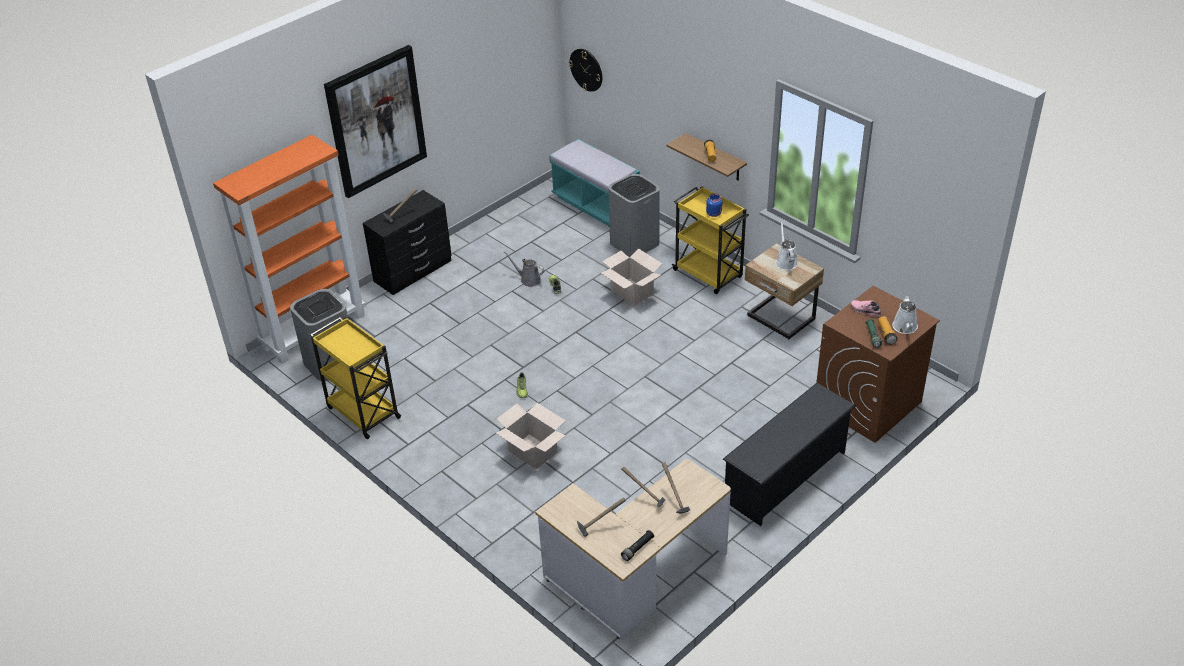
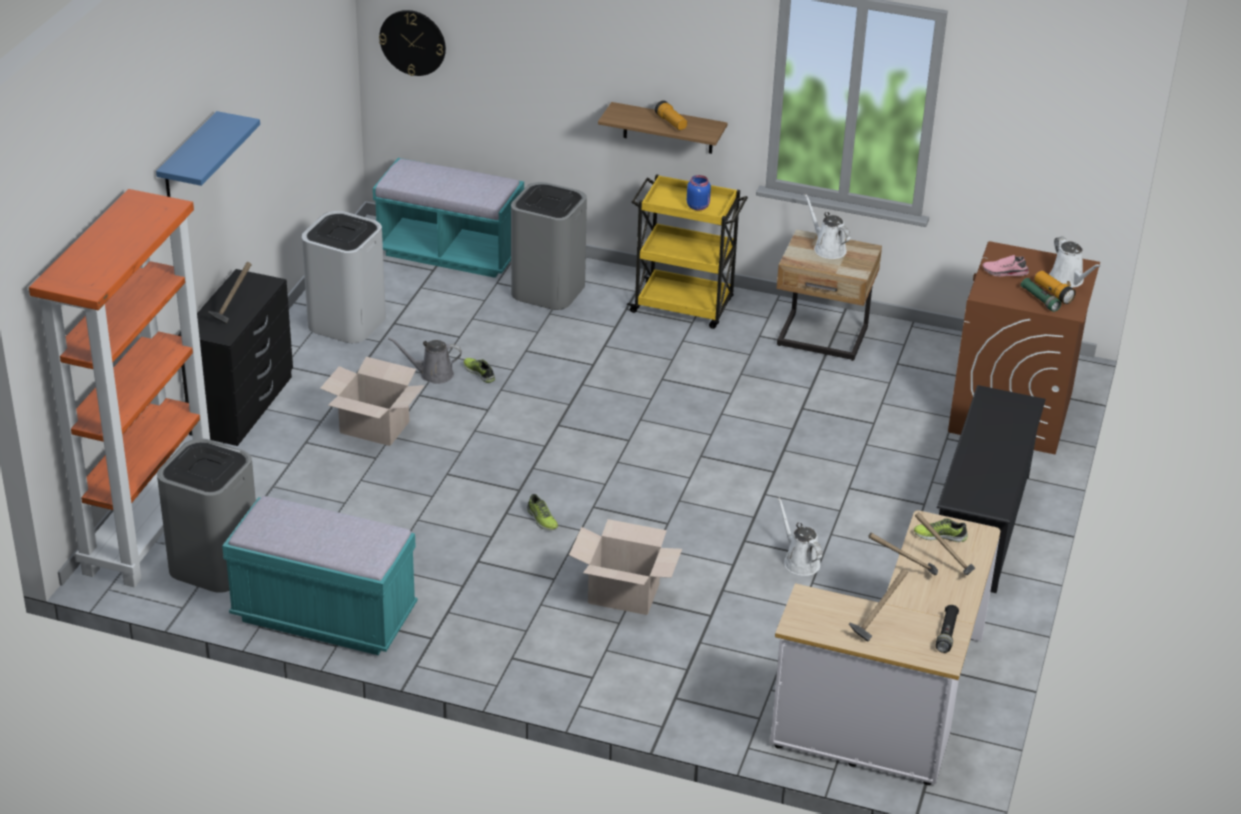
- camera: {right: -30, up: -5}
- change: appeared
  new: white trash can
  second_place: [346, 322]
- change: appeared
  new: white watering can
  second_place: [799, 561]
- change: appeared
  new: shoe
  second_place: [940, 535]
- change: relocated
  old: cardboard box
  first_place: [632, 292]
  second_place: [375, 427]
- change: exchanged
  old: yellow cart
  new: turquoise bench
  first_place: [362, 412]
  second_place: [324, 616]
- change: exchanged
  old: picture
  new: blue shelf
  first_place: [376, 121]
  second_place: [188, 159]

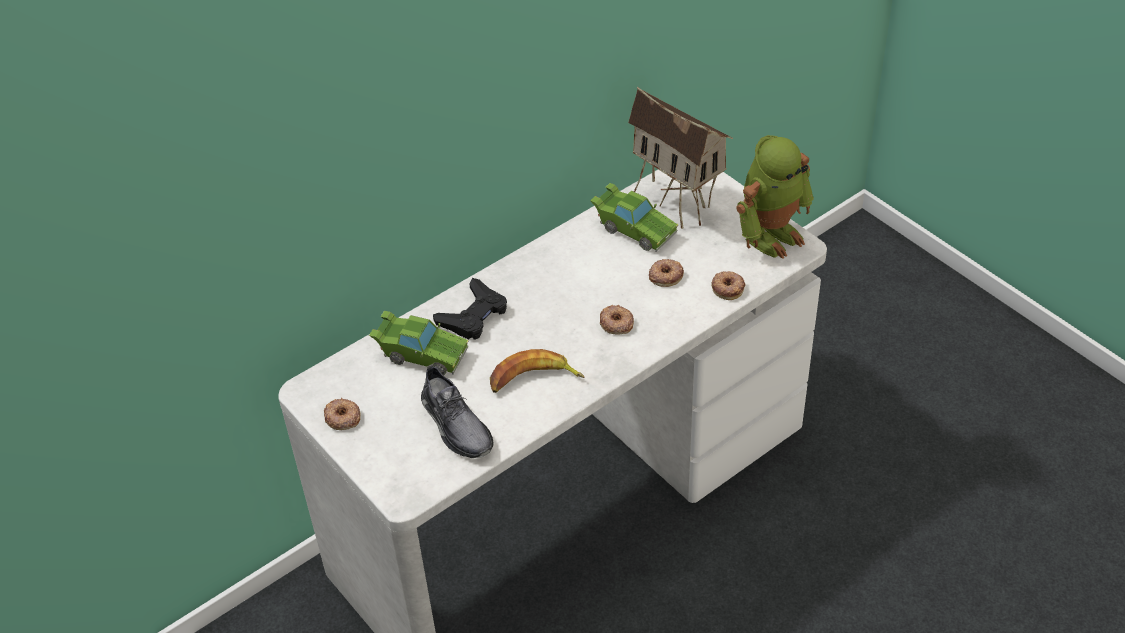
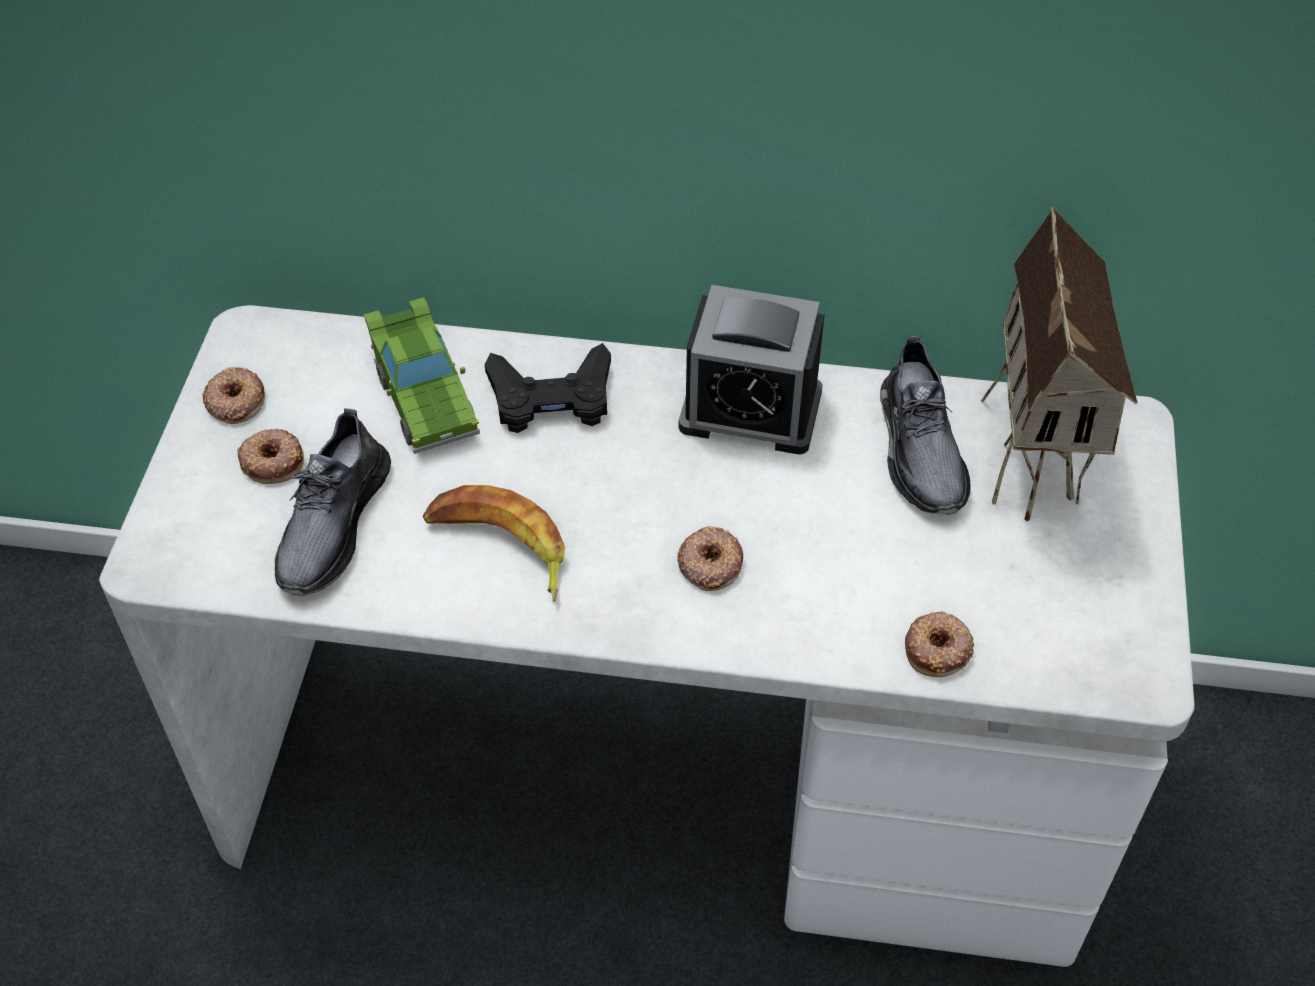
- camera: {right: 45, up: 5}
- change: missing
  old: toy robot
  first_place: [771, 235]
- change: appeared
  new: alarm clock
  second_place: [750, 410]
- change: relocated
  old: donut
  first_place: [665, 275]
  second_place: [272, 460]
- change: exchanged
  old: green toy car
  new: grey shoe
  first_place: [633, 229]
  second_place: [920, 449]

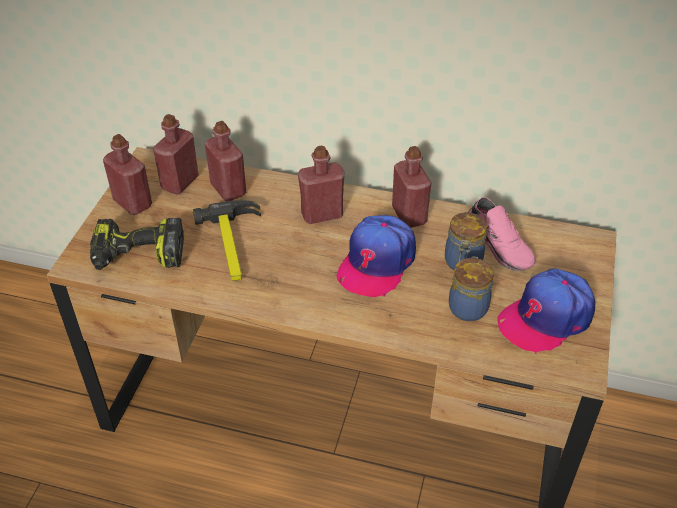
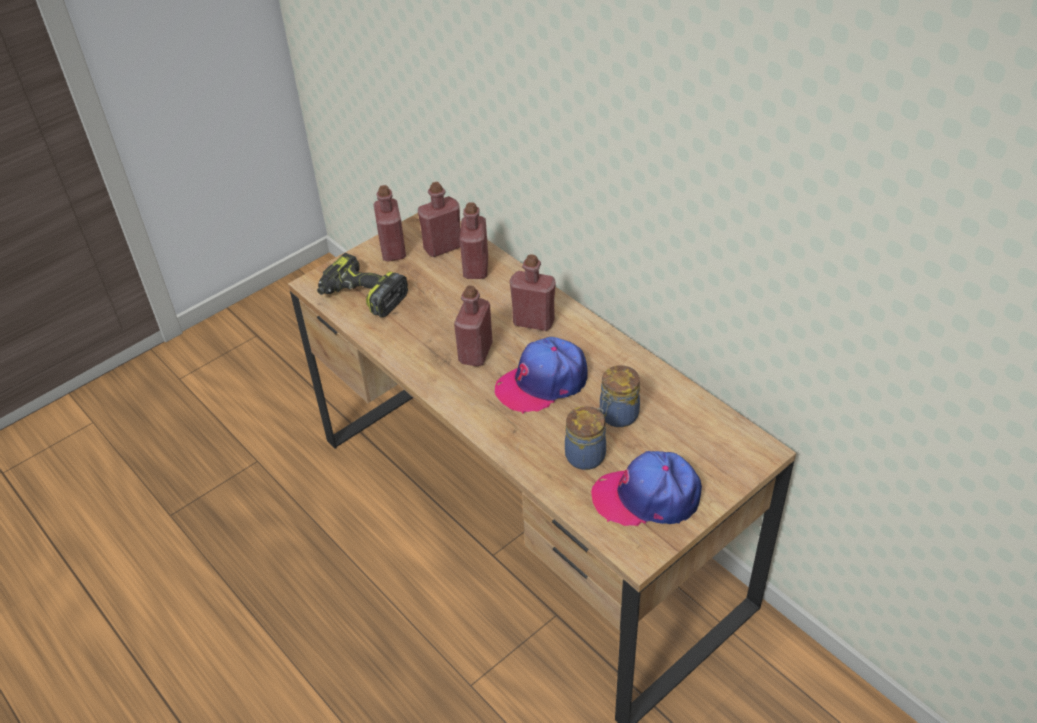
- camera: {right: 35, up: 0}
- change: missing
  old: hammer
  first_place: [234, 245]
- change: missing
  old: pink shoe
  first_place: [500, 245]
- change: relocated
  old: red bottle
  first_place: [409, 215]
  second_place: [475, 353]

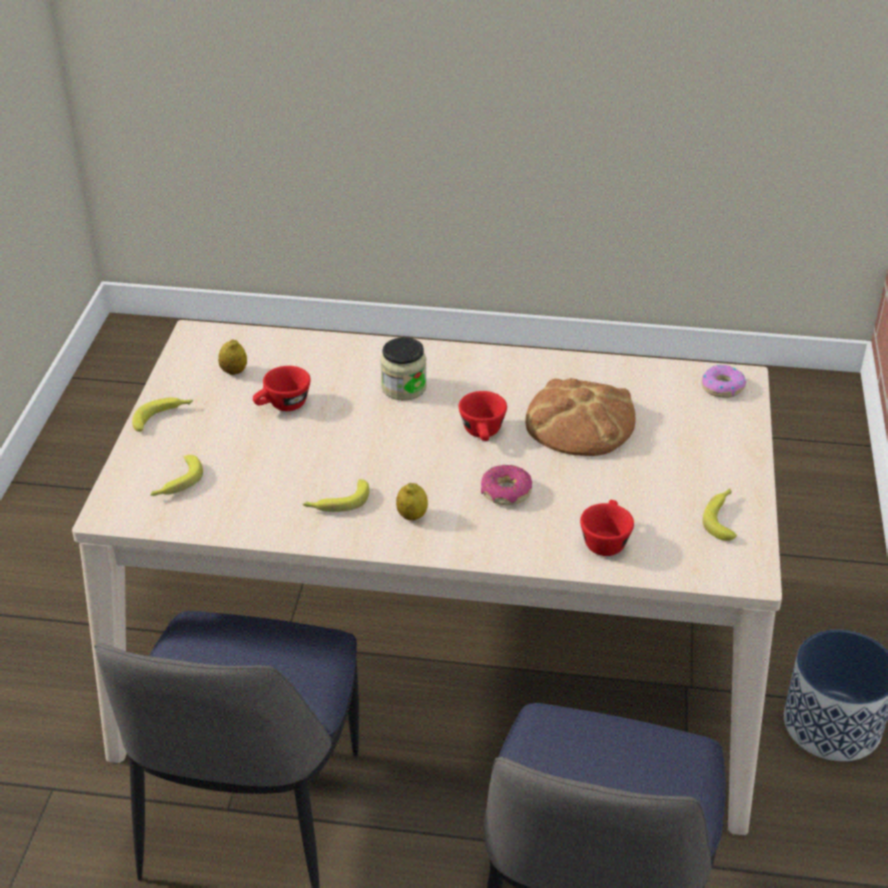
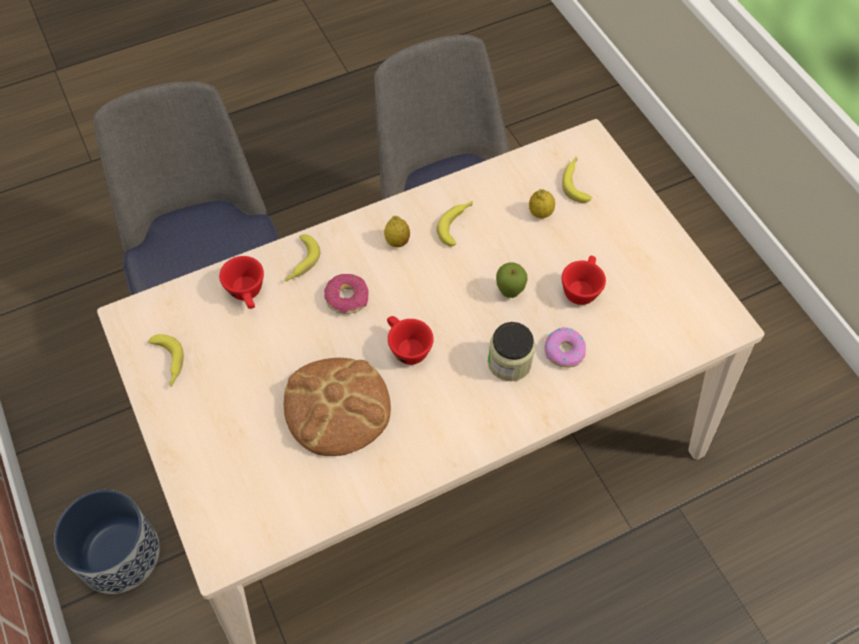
- camera: {right: 145, up: 20}
- change: appeared
  new: apple
  second_place: [509, 293]
- change: relocated
  old: banana
  first_place: [163, 417]
  second_place: [300, 263]
- change: relocated
  old: lemon
  first_place: [234, 372]
  second_place: [540, 213]
- change: relocated
  old: donut
  first_place: [722, 387]
  second_place: [564, 351]

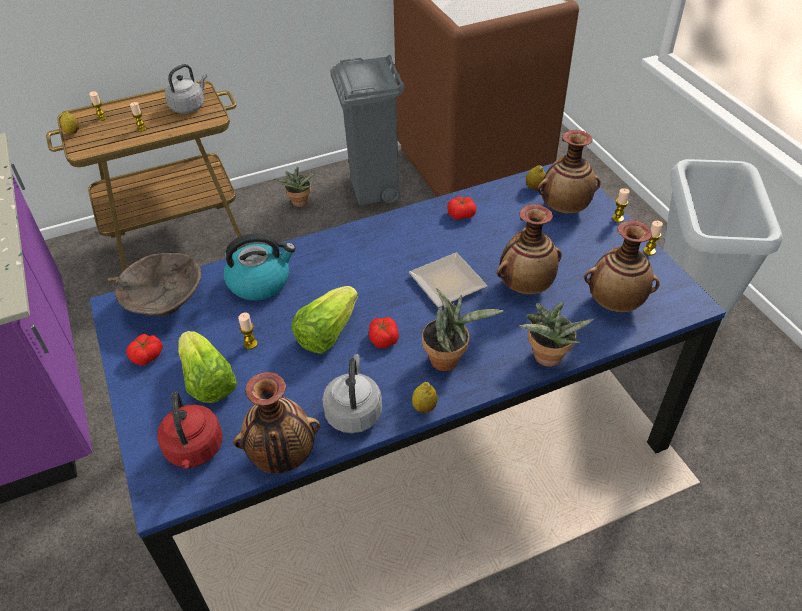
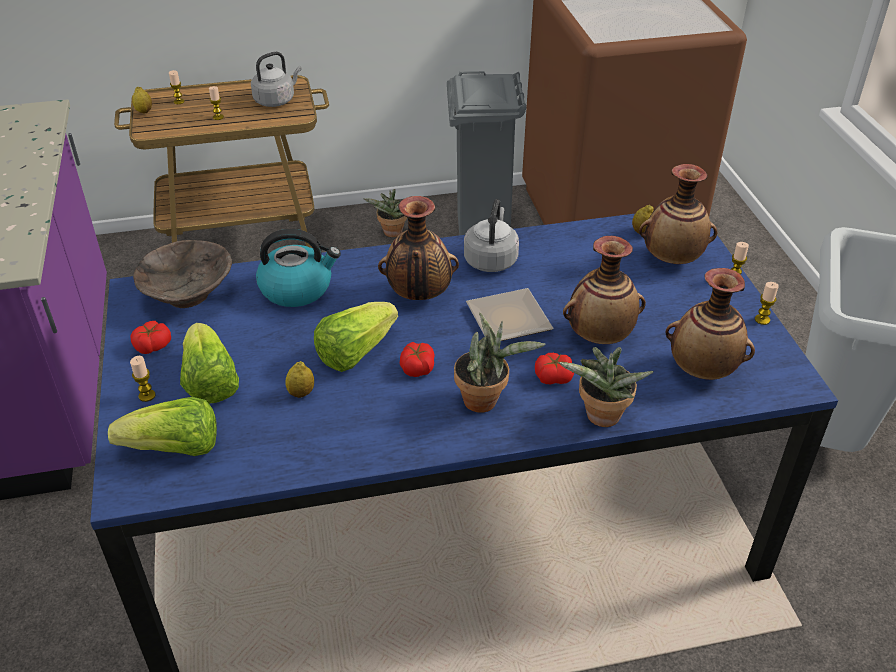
- camera: {right: 10, up: -5}
- change: relocated
  old: vase
  first_place: [282, 456]
  second_place: [419, 295]
- change: relocated
  old: candle
  first_place: [250, 344]
  second_place: [147, 395]
- change: relocated
  old: grey kettle
  first_place: [354, 411]
  second_place: [491, 259]
- change: relocated
  old: lemon
  first_place: [424, 407]
  second_place: [301, 393]
- change: relocated
  old: tomato
  first_place: [461, 214]
  second_place: [553, 377]
- change: exchanged
  old: red kettle
  new: lettuce
  first_place: [194, 450]
  second_place: [175, 449]

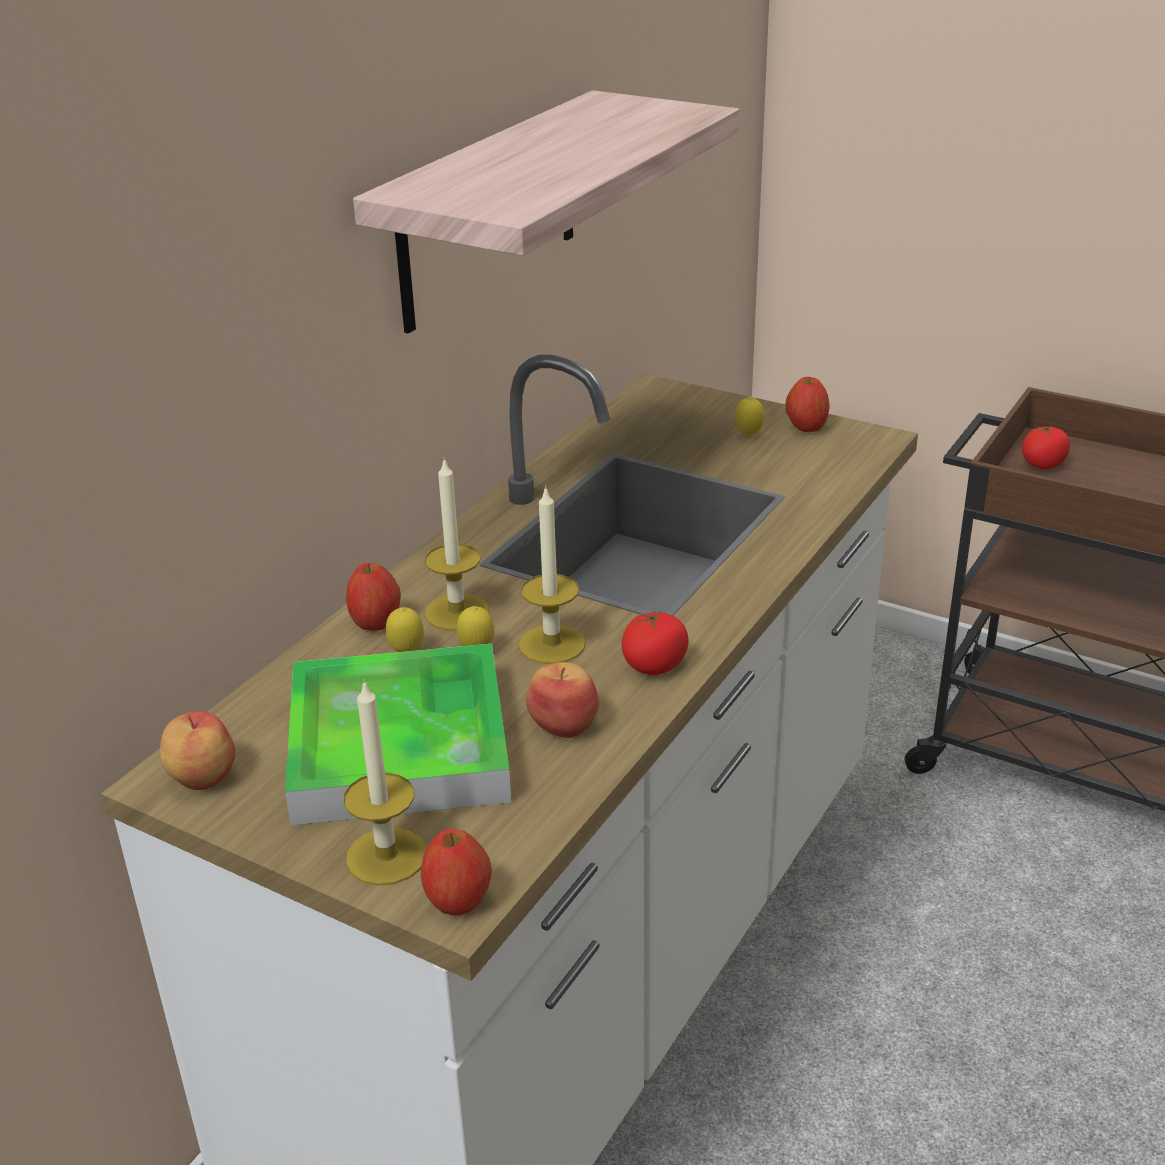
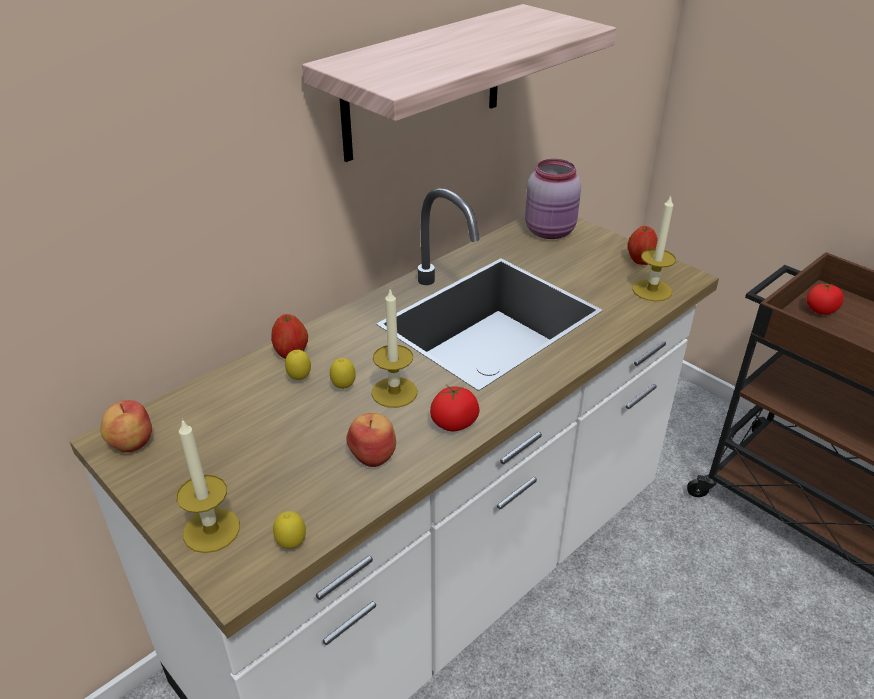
- camera: {right: 15, up: 5}
- change: missing
  old: tray
  first_place: [399, 745]
- change: missing
  old: apple
  first_place: [458, 901]
- change: appeared
  new: pink jar
  second_place: [551, 231]
- change: relocated
  old: candle
  first_place: [457, 612]
  second_place: [652, 290]
- change: relocated
  old: lemon
  first_place: [748, 435]
  second_place: [291, 545]

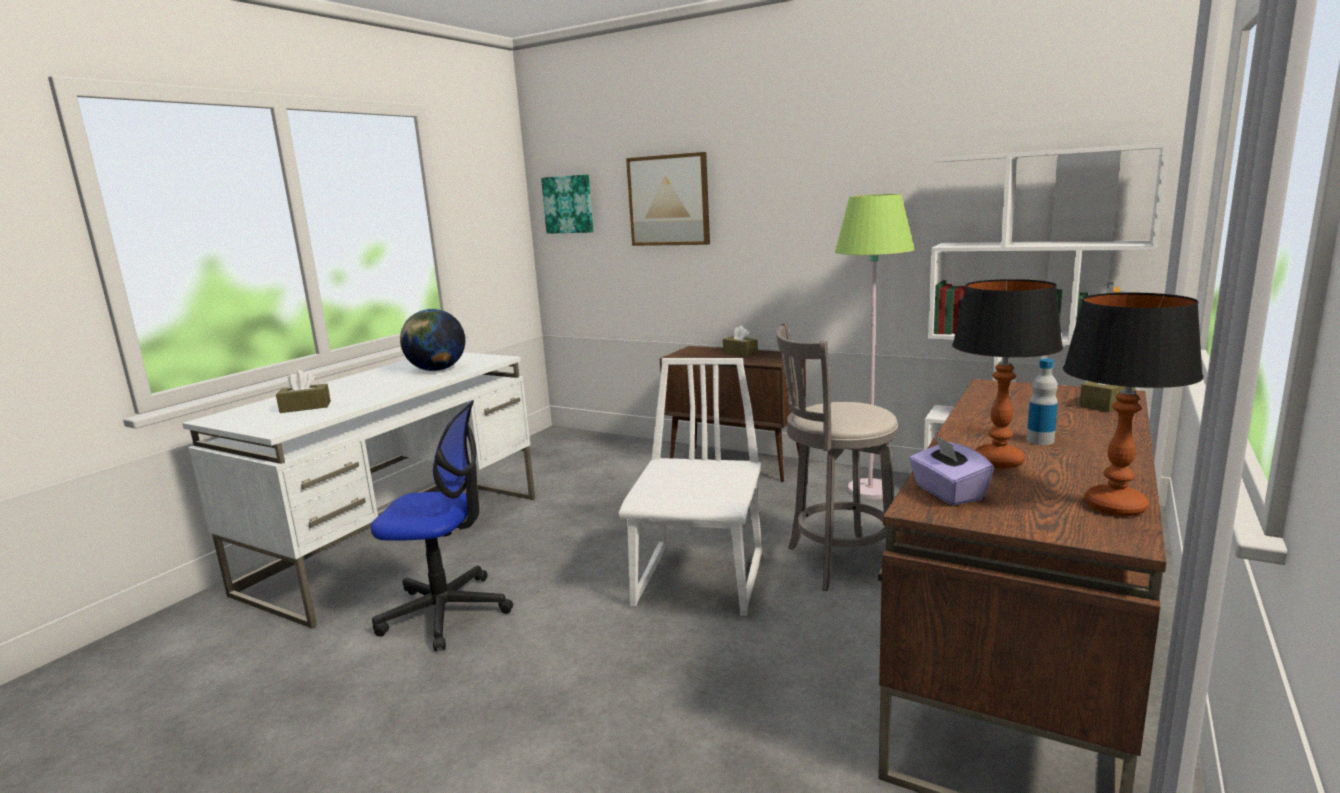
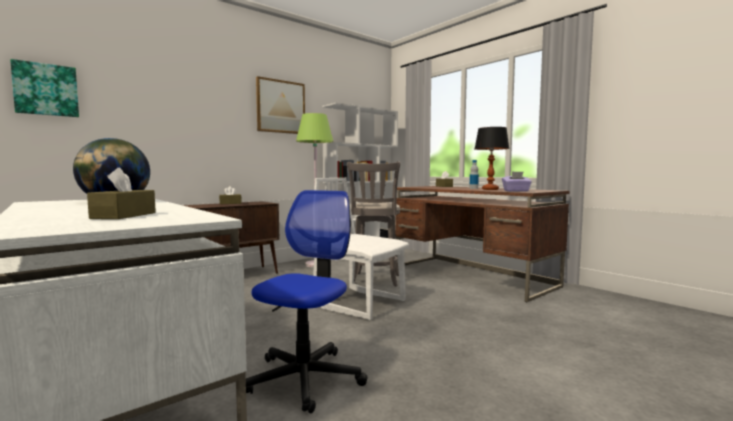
- camera: {right: -70, up: -10}
- change: missing
  old: table lamp
  first_place: [1116, 506]
- change: relocated
  old: picture
  first_place: [669, 200]
  second_place: [280, 107]

